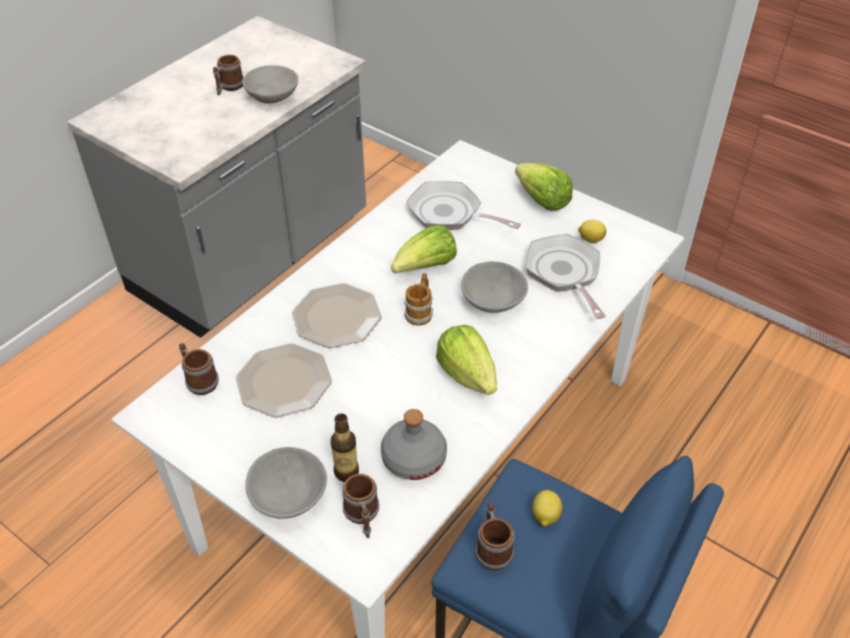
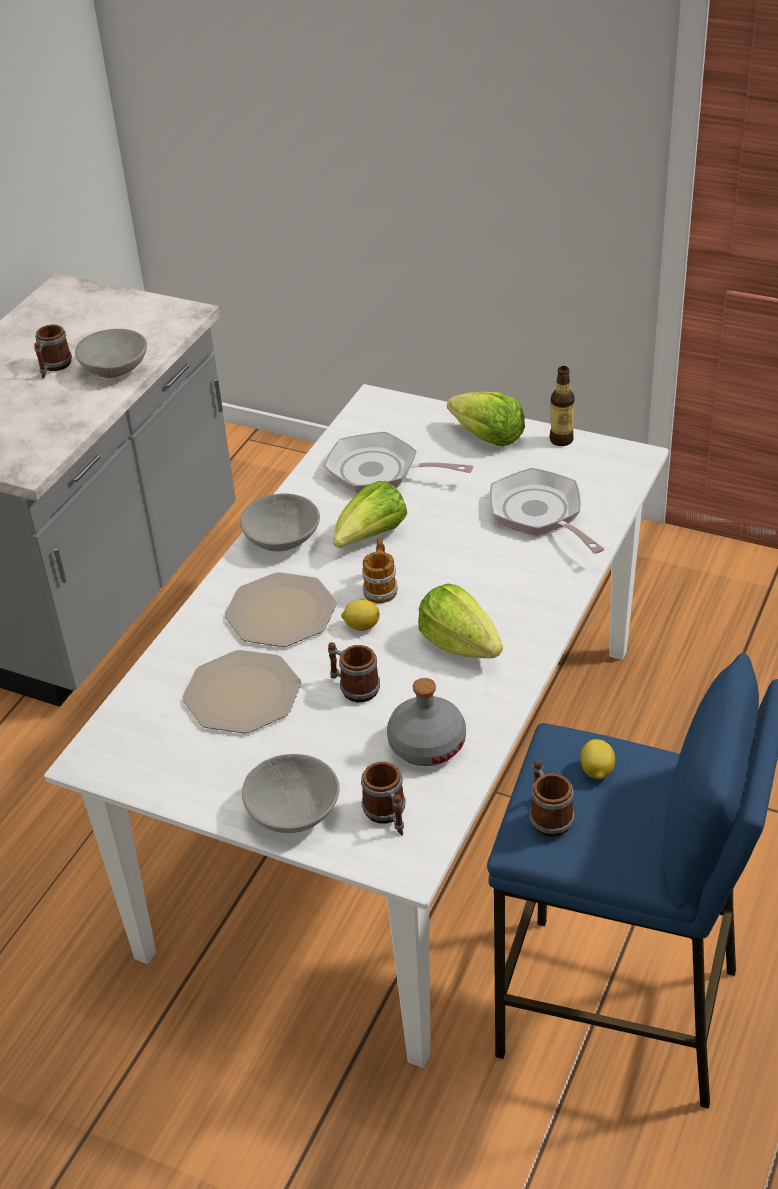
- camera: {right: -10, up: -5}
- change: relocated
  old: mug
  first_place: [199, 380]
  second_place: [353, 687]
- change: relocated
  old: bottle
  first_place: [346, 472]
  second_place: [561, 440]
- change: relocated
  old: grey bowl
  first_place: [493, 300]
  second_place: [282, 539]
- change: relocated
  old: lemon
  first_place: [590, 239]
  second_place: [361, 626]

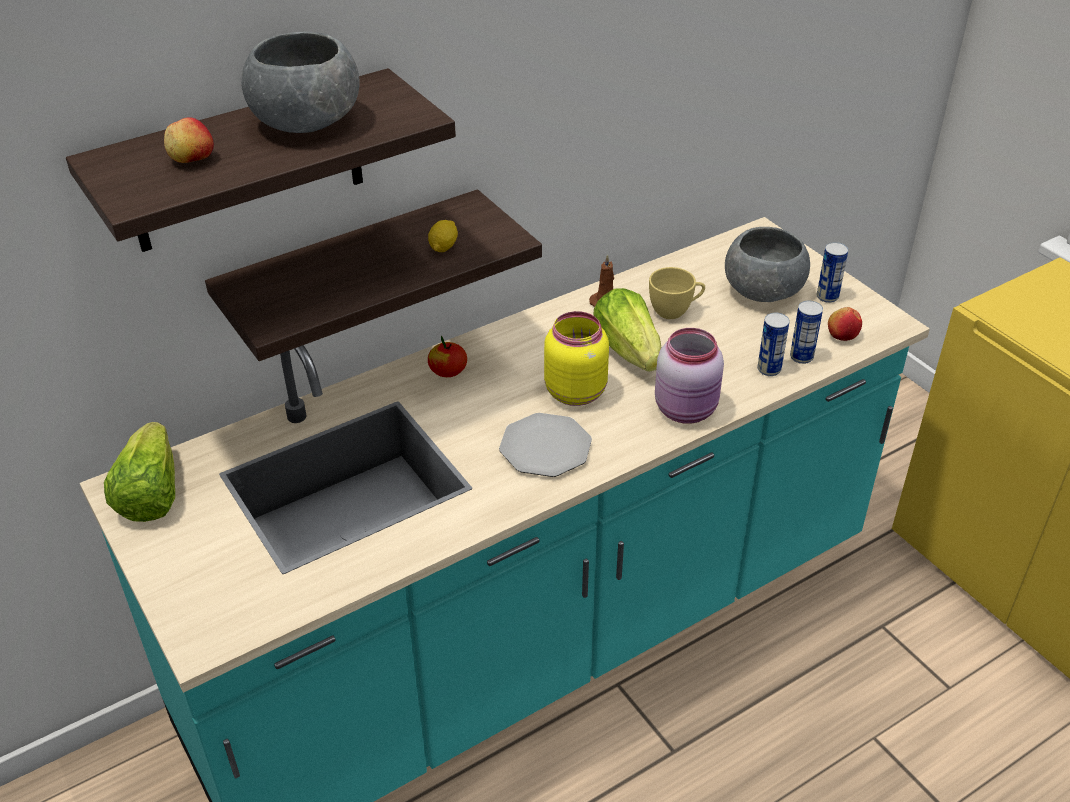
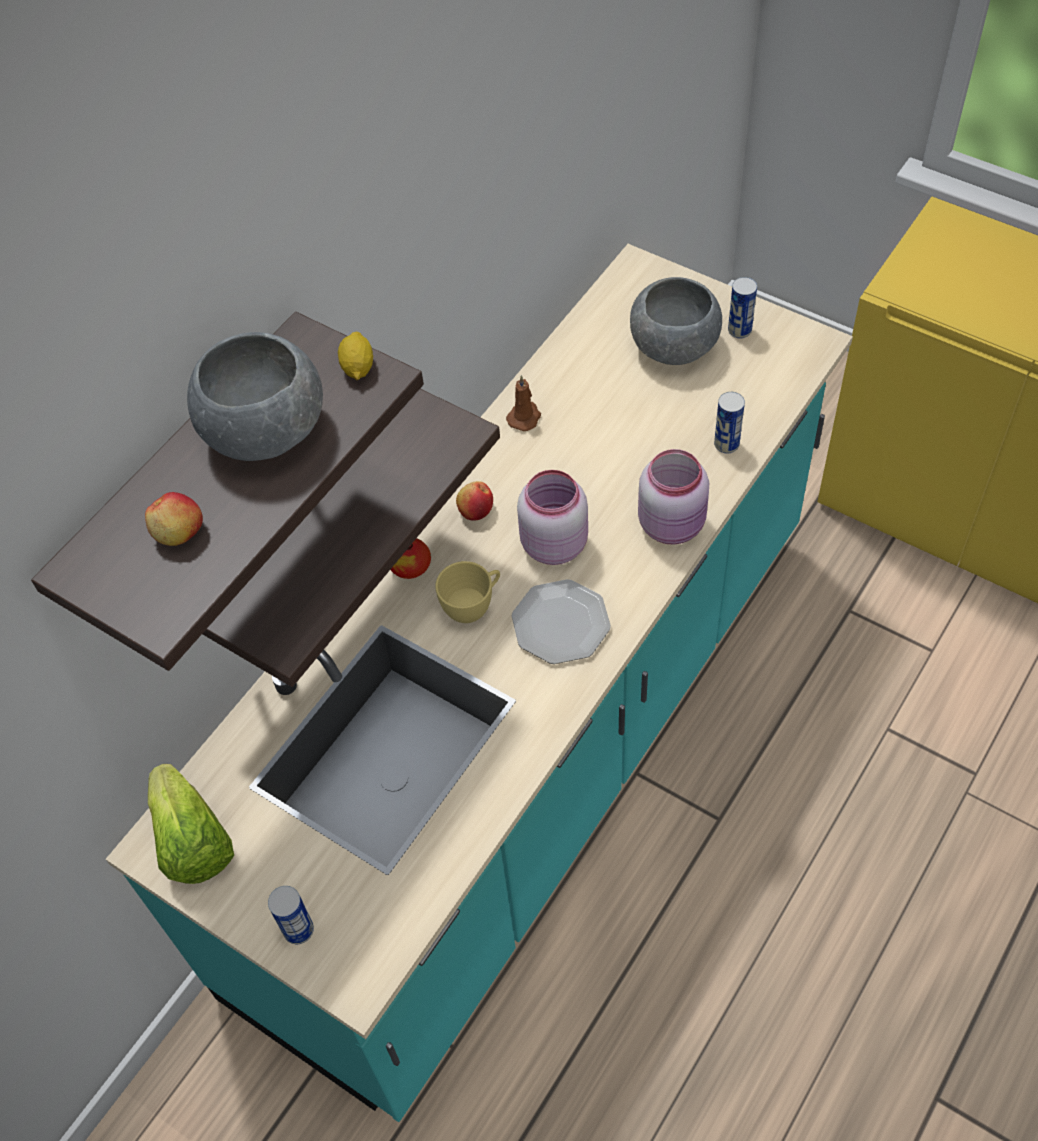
- camera: {right: -20, up: 15}
- change: missing
  old: lettuce
  first_place: [628, 351]
- change: relocated
  old: lemon
  first_place: [443, 247]
  second_place: [358, 367]
- change: relocated
  old: yellow cup
  first_place: [675, 311]
  second_place: [473, 606]
- change: relocated
  old: can
  first_place: [801, 357]
  second_place: [298, 930]
- change: relocated
  old: apple
  first_place: [842, 335]
  second_place: [475, 510]
- change: colour
  old: yellow jar
  new: pink jar
  first_place: [575, 391]
  second_place: [553, 543]

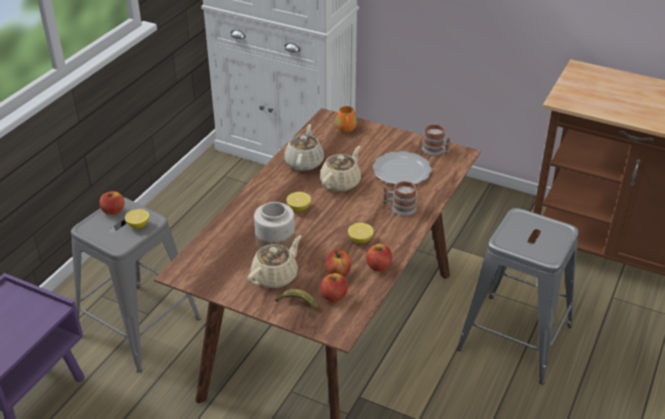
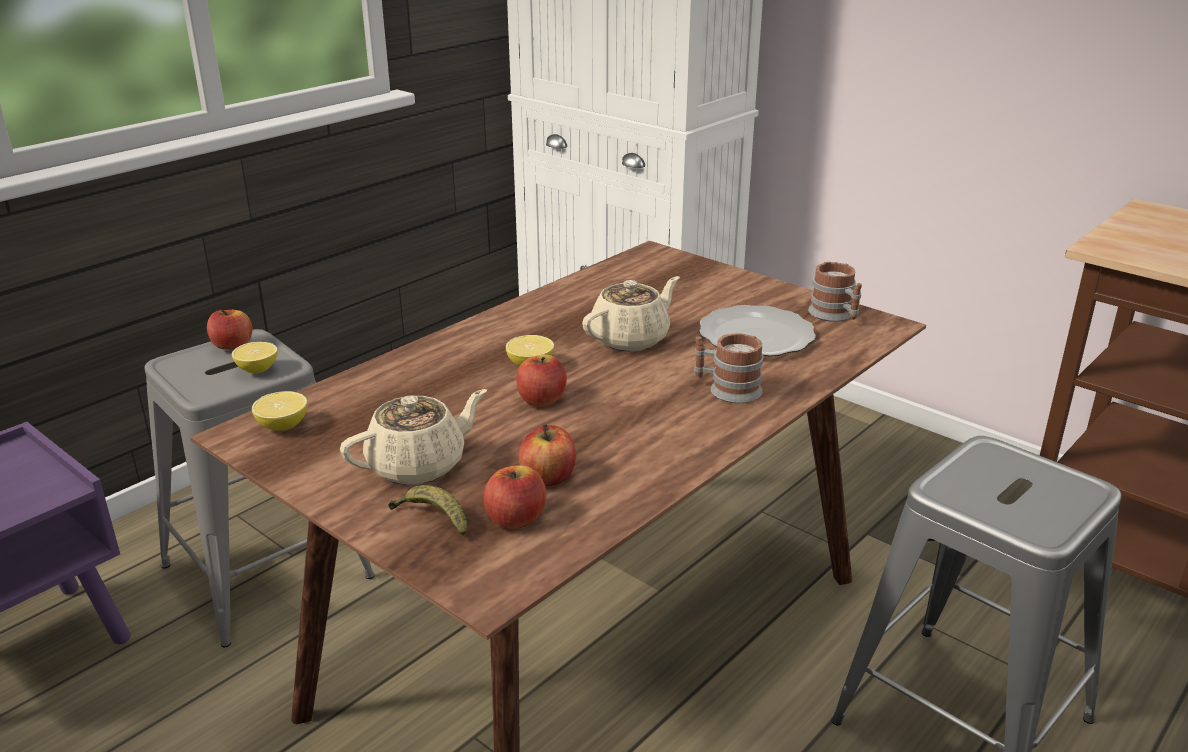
- camera: {right: 15, up: -10}
- change: missing
  old: jar
  first_place: [275, 243]
- change: missing
  old: beige teapot
  first_place: [304, 162]
- change: missing
  old: orange mug
  first_place: [346, 129]
- change: relocated
  old: lemon
  first_place: [360, 240]
  second_place: [283, 426]
- change: relocated
  old: apple
  first_place: [378, 266]
  second_place: [541, 400]

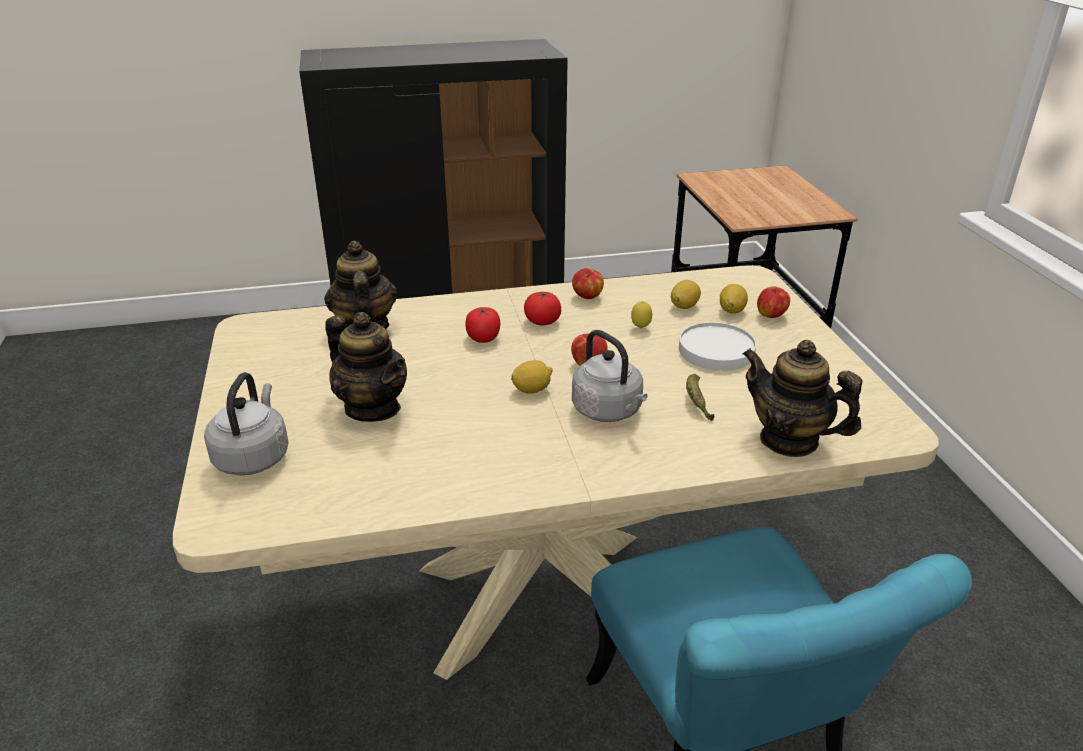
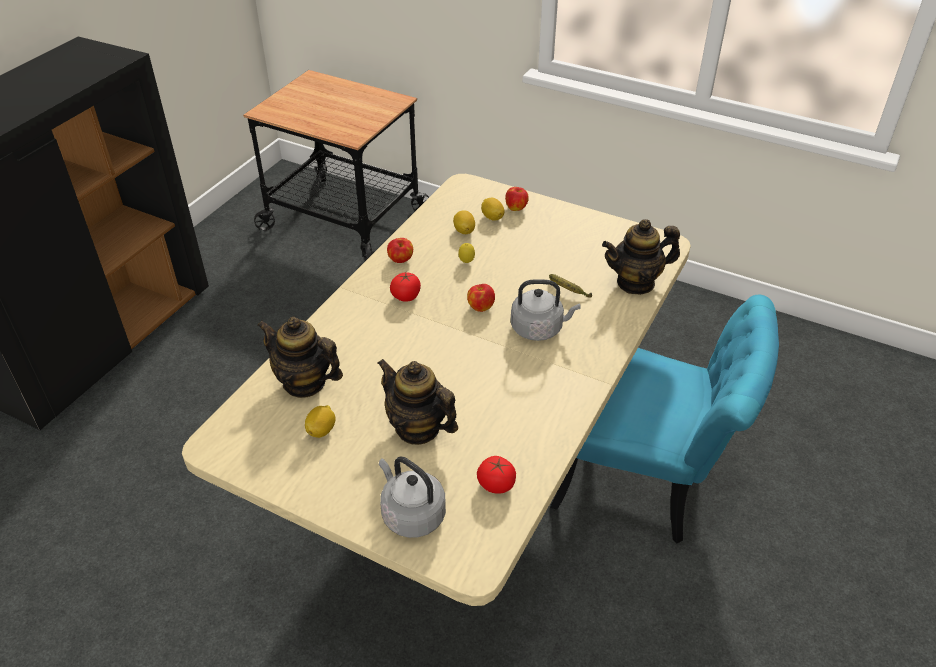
- camera: {right: -50, up: 10}
- change: missing
  old: white plate
  first_place: [716, 350]
- change: relocated
  old: tomato
  first_place: [483, 338]
  second_place: [496, 484]
- change: relocated
  old: lemon
  first_place: [532, 389]
  second_place: [321, 430]
- change: spun
  old: teapot
  first_place: [373, 408]
  second_place: [418, 428]
  degrees: -135

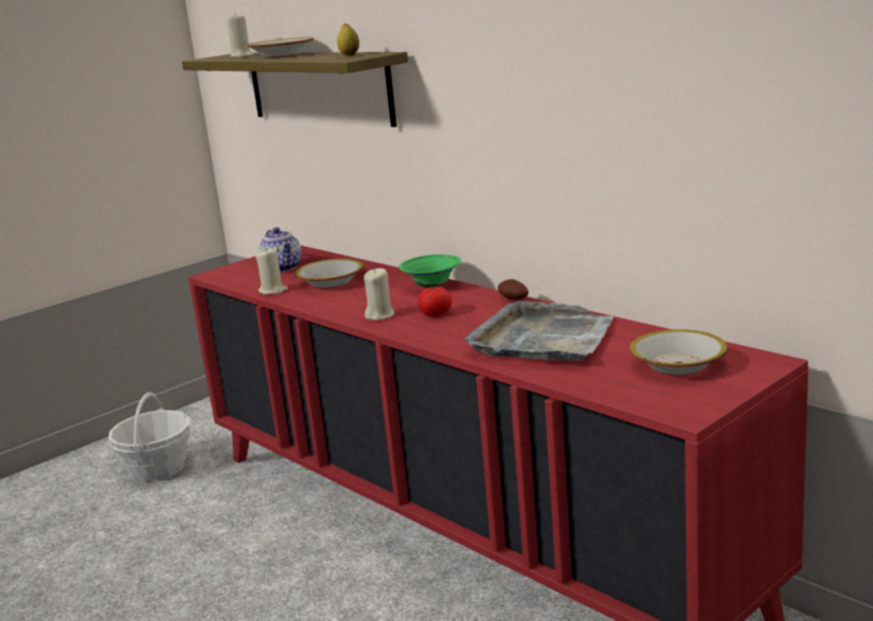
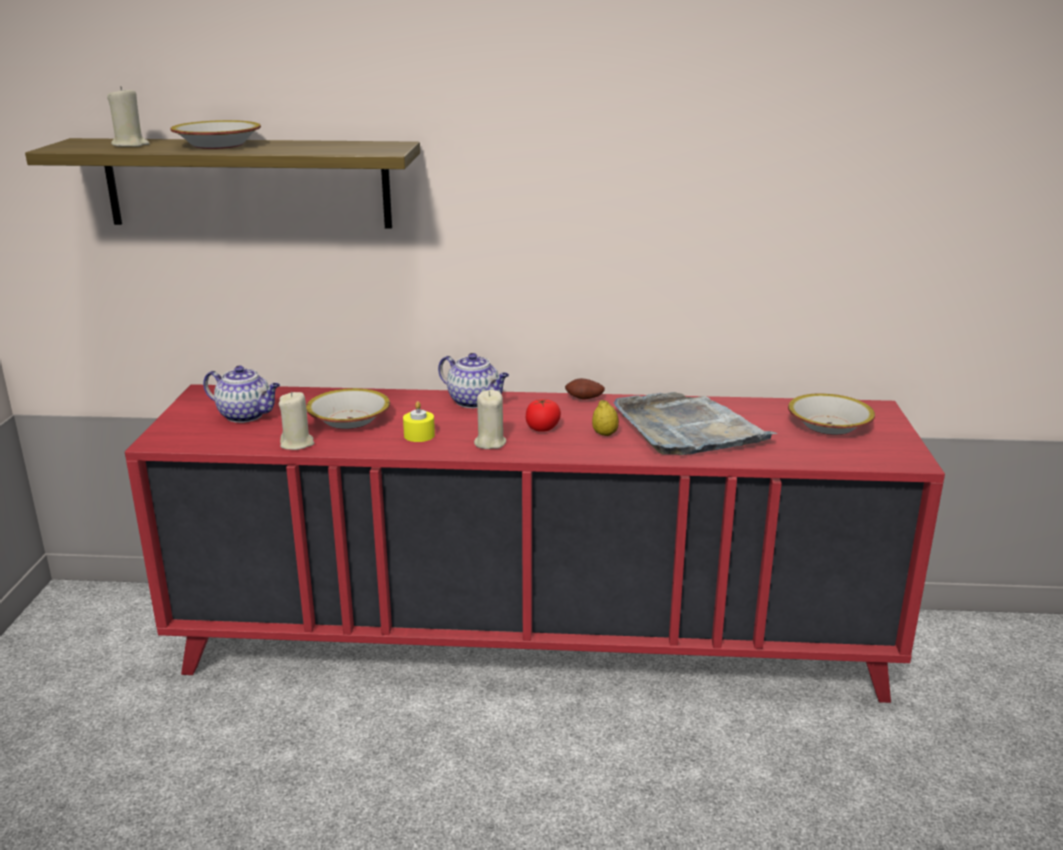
- camera: {right: -45, up: 5}
- change: missing
  old: basket
  first_place: [158, 469]
- change: appeared
  new: yellow candle
  second_place: [419, 435]
- change: relocated
  old: lemon
  first_place: [349, 55]
  second_place: [605, 434]
- change: exchanged
  old: green bowl
  new: teapot
  first_place: [432, 286]
  second_place: [475, 401]

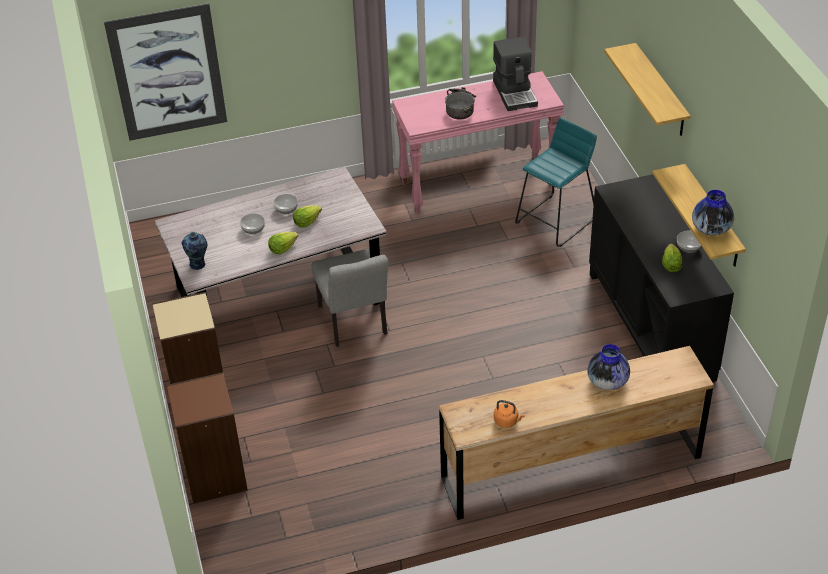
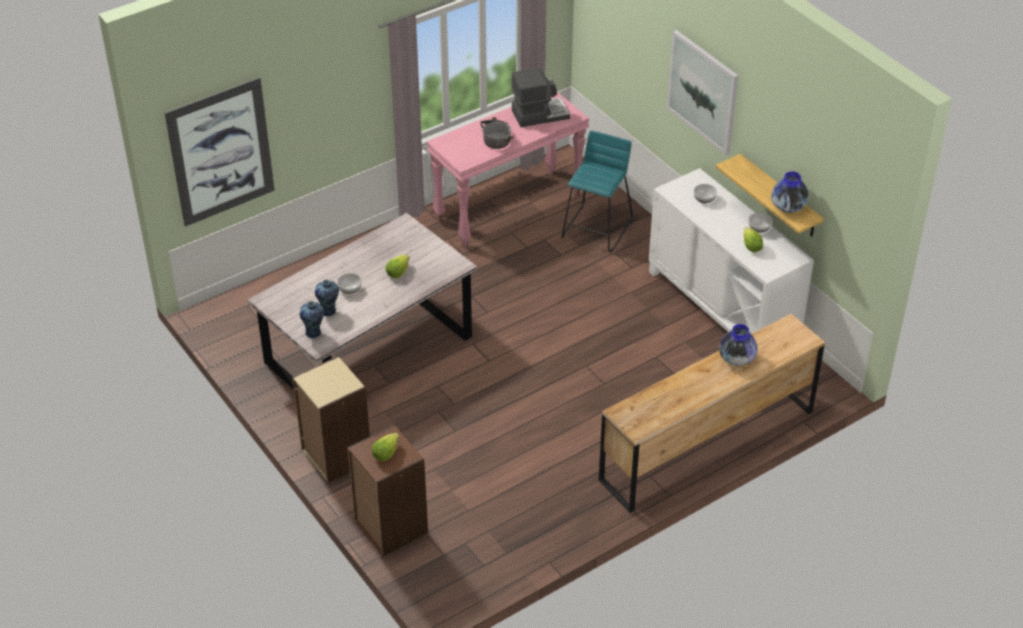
- camera: {right: -20, up: 0}
- change: missing
  old: grey chair
  first_place: [354, 324]
- change: missing
  old: orange kettle
  first_place: [507, 421]
- change: appeared
  new: vase
  second_place: [329, 311]
- change: relocated
  old: lettuce
  first_place: [282, 249]
  second_place: [385, 453]
- change: relocated
  old: bowl
  first_place: [286, 209]
  second_place: [704, 199]
- change: exchanged
  old: shelf
  new: picture
  first_place: [660, 91]
  second_place: [703, 91]
- change: colour
  old: black cabinet
  new: white cabinet
  first_place: [651, 325]
  second_place: [723, 307]
- change: spun
  old: coffee machine
  first_place: [515, 93]
  second_place: [539, 114]
  degrees: -75

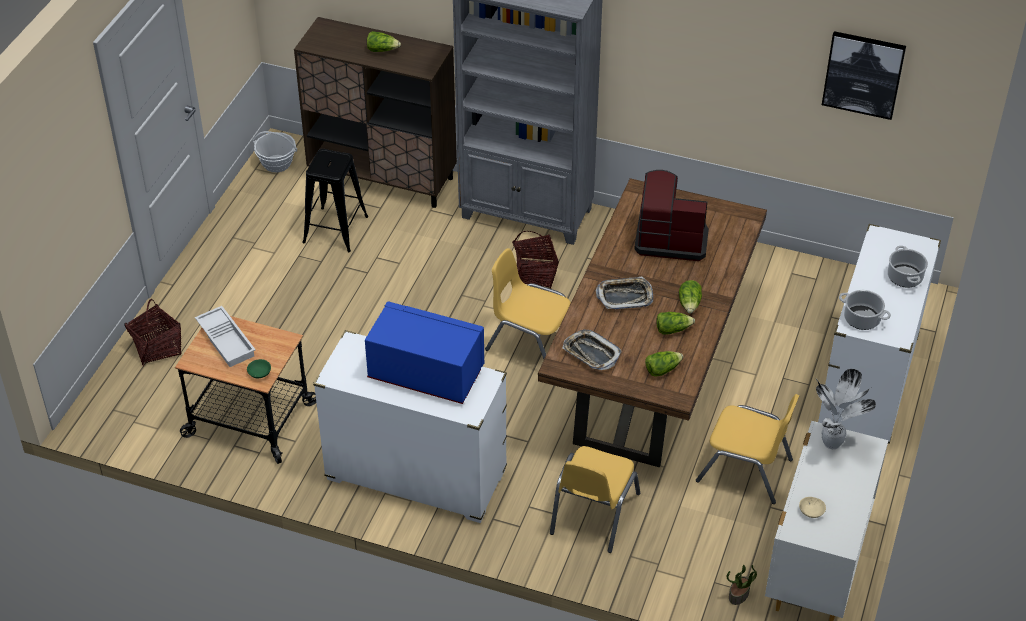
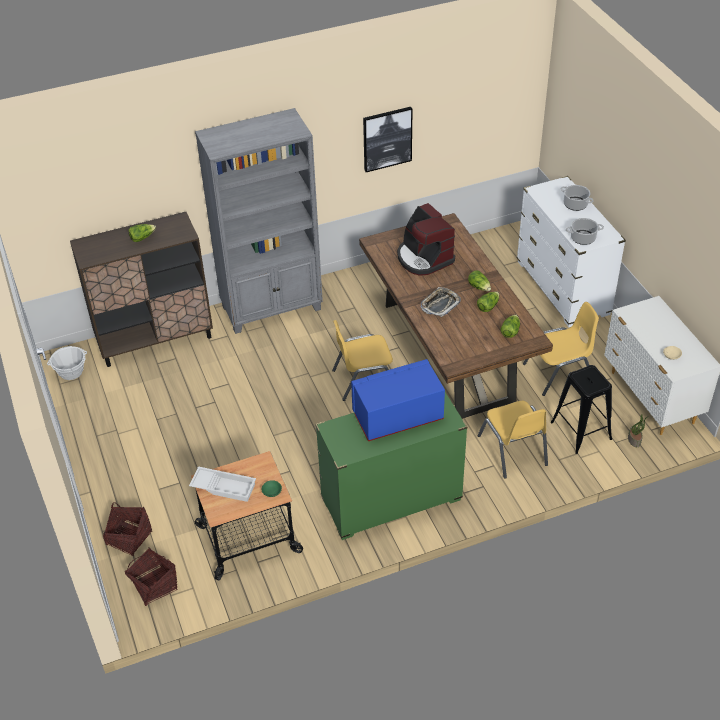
- camera: {right: -40, up: 0}
- change: missing
  old: tray
  first_place: [591, 353]
- change: missing
  old: potted plant
  first_place: [833, 444]
- change: relocated
  old: black stool
  first_place: [335, 229]
  second_place: [581, 430]
- change: relocated
  old: basket
  first_place: [535, 274]
  second_place: [154, 585]
- change: relocated
  old: picture
  first_place: [863, 74]
  second_place: [387, 138]
- change: colour
  old: white dresser
  new: green dresser
  first_place: [415, 476]
  second_place: [391, 500]
- change: spun
  old: coffee machine
  first_place: [670, 238]
  second_place: [424, 258]
  degrees: -90

